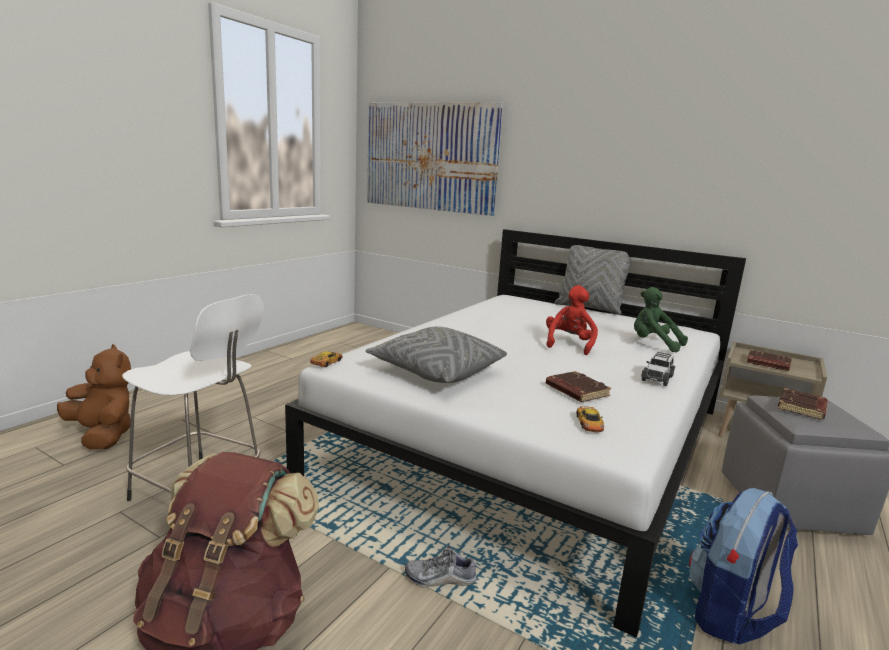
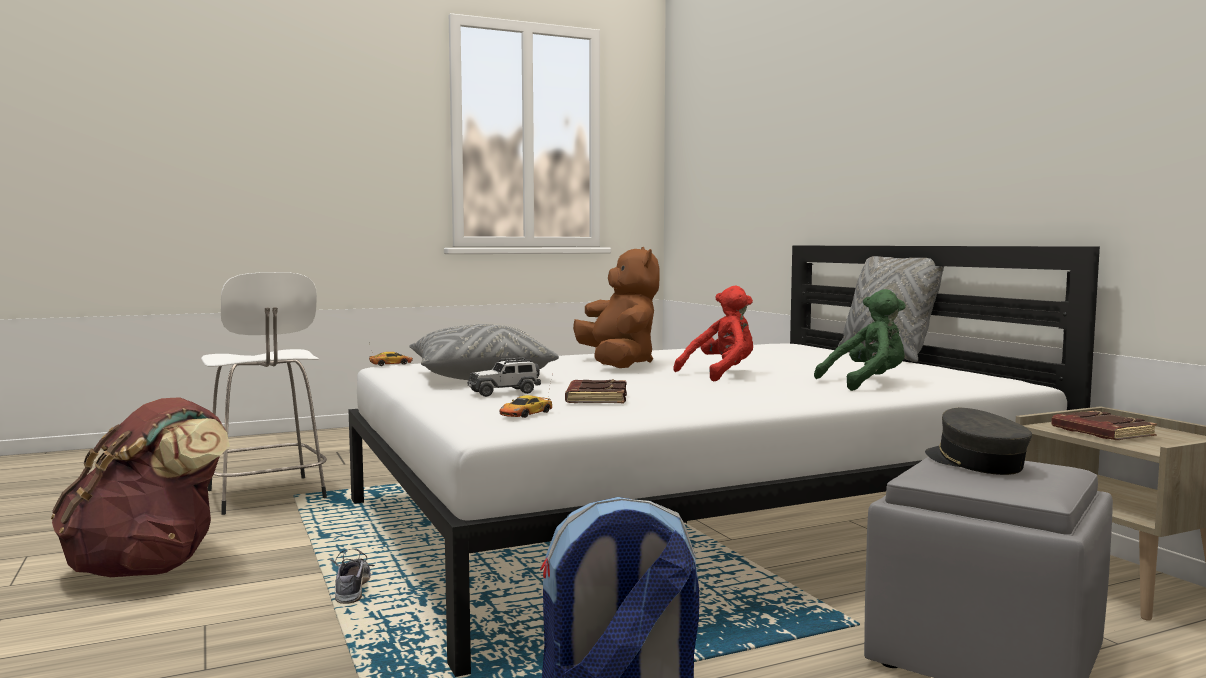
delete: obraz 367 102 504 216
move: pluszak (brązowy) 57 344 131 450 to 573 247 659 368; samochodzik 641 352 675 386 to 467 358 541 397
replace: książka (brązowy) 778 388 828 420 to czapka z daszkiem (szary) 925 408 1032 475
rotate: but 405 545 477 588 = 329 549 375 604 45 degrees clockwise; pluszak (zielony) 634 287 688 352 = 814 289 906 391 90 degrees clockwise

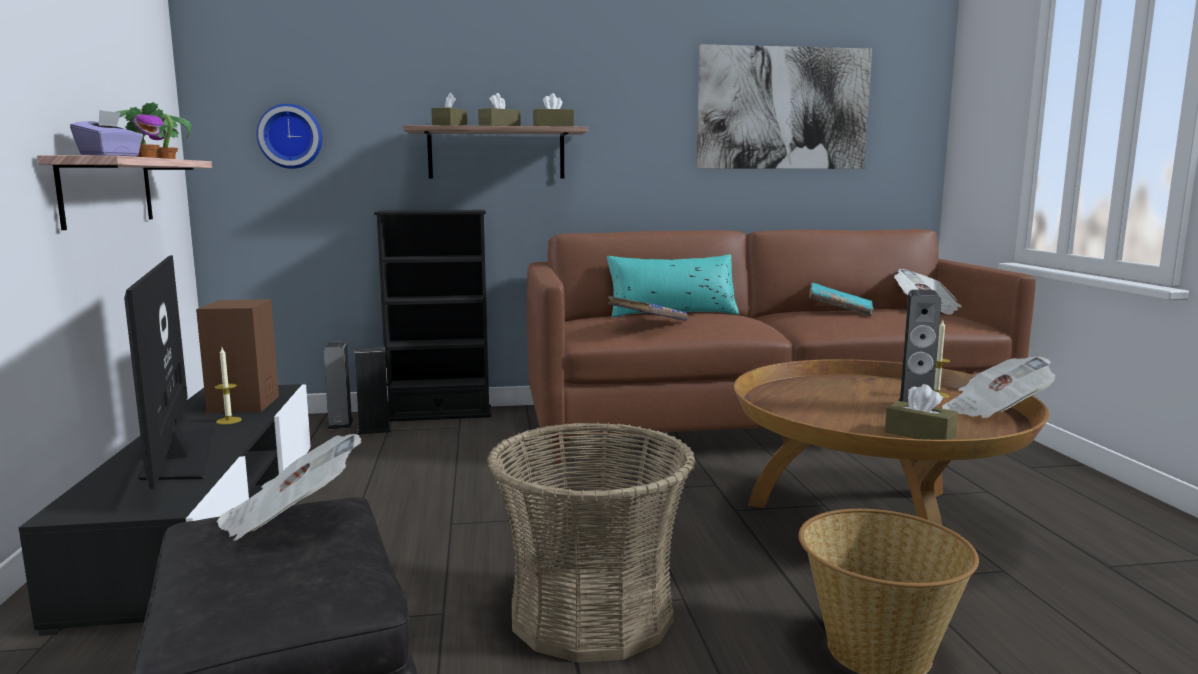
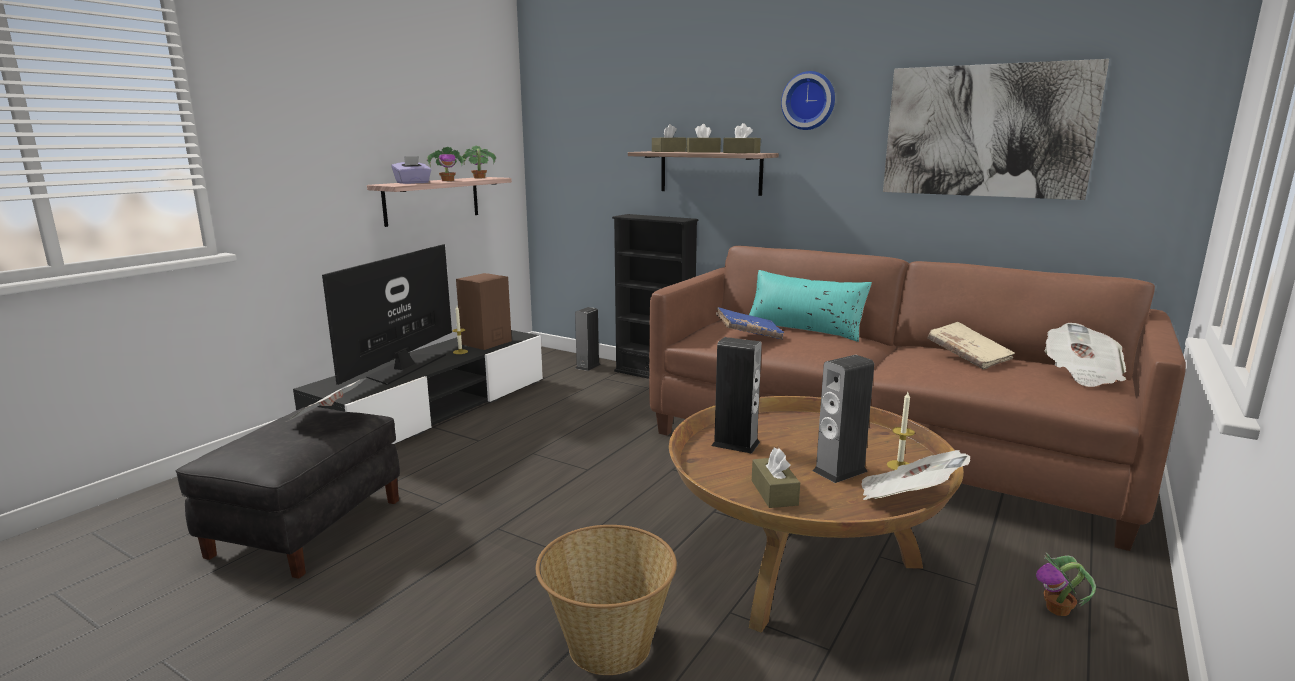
delete: koszyk 487 422 695 663
insert: roślina doniczkowa 1036 553 1096 616
move: zegar ścienny 257 104 322 169 to 781 71 835 130; głośnik 354 346 392 435 to 711 337 762 454
recolor: książka (turkusowy) 809 282 874 316 to książka (beżowy) 927 322 1015 370

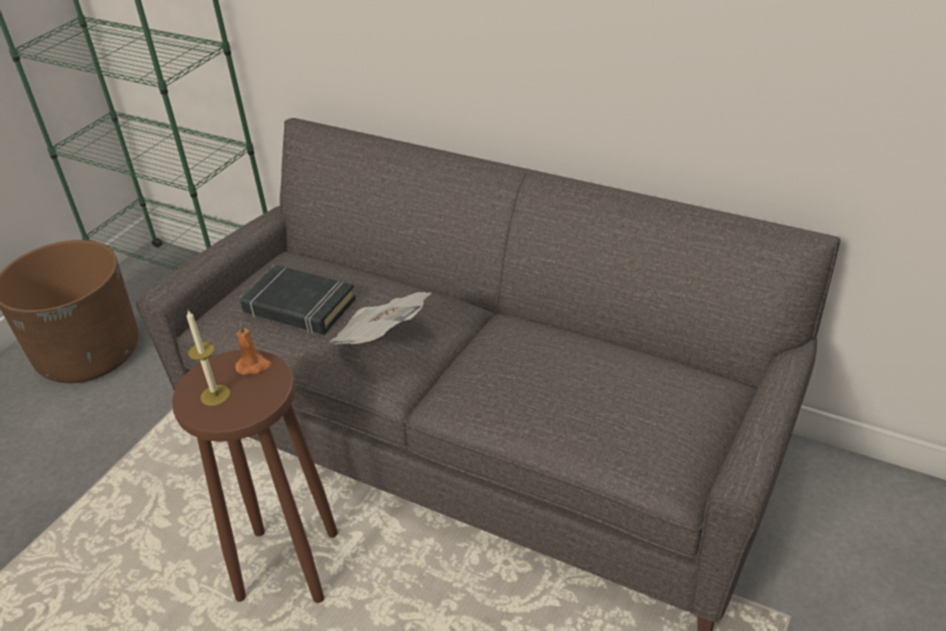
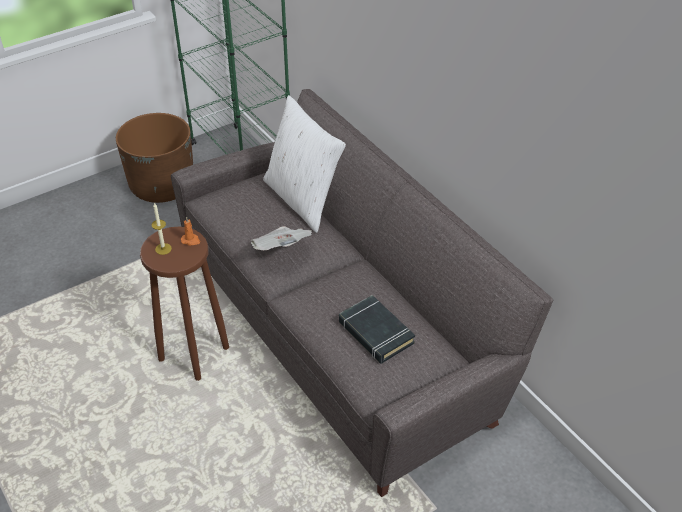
insert: poduszka (biały) 263 95 346 233
move: książka (czarny) 239 265 356 335 to 339 295 415 364

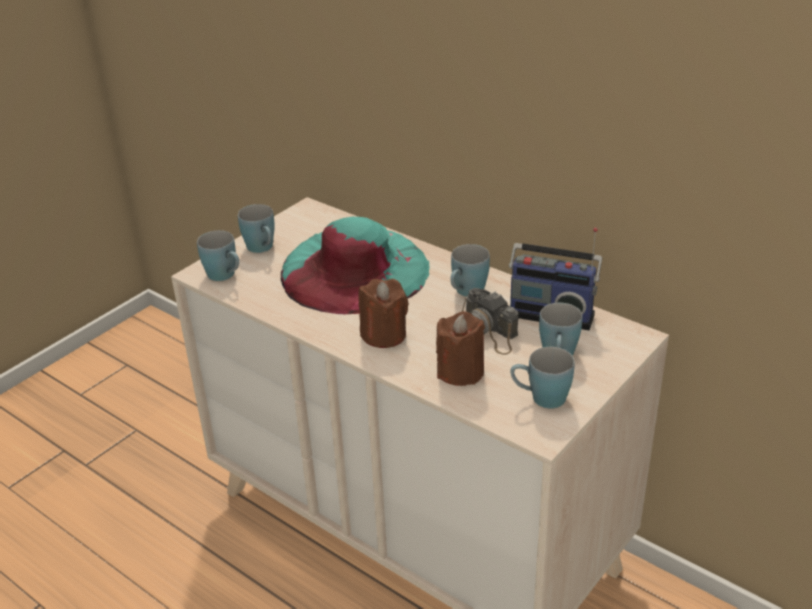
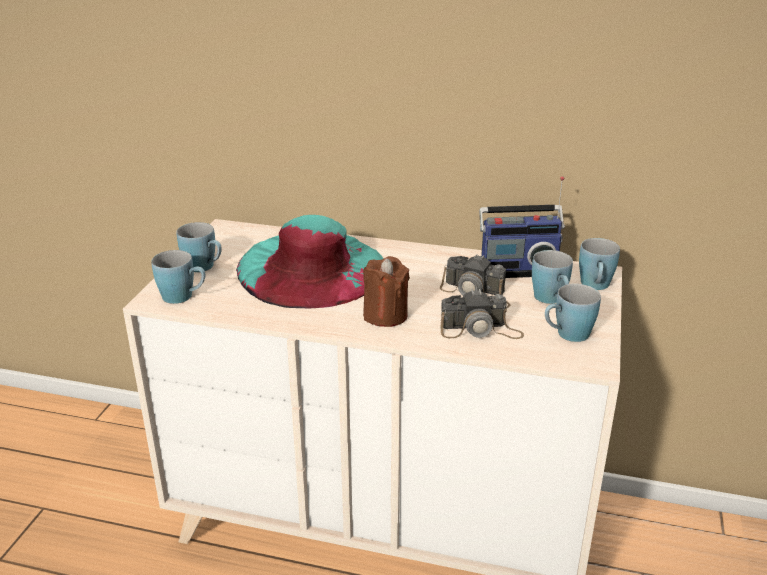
move: kubek (niebieski) 450 244 490 297 to 579 238 620 290
replace: świeca (brązowy) 436 311 485 386 to aparat fotograficzny 441 289 524 339

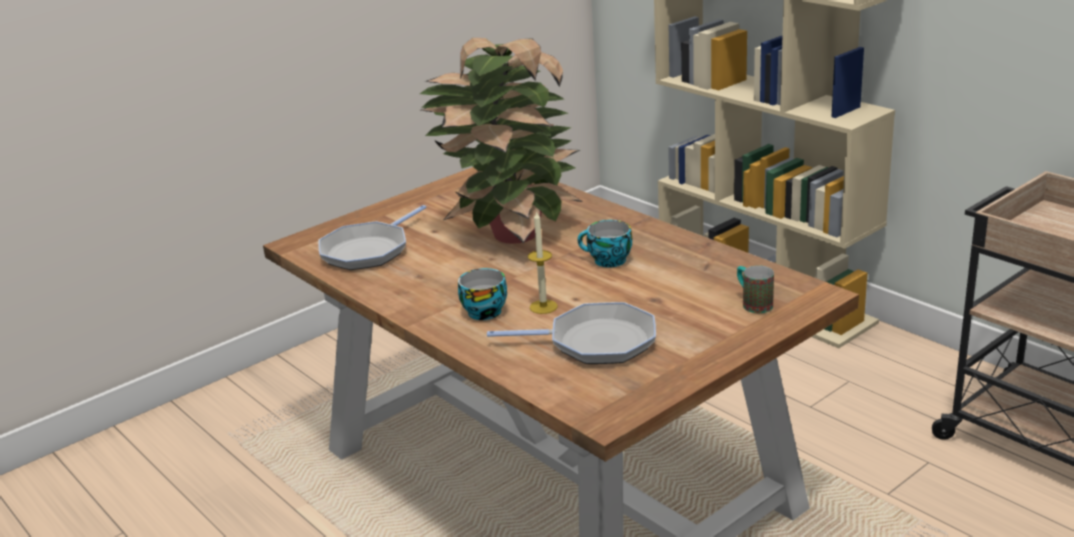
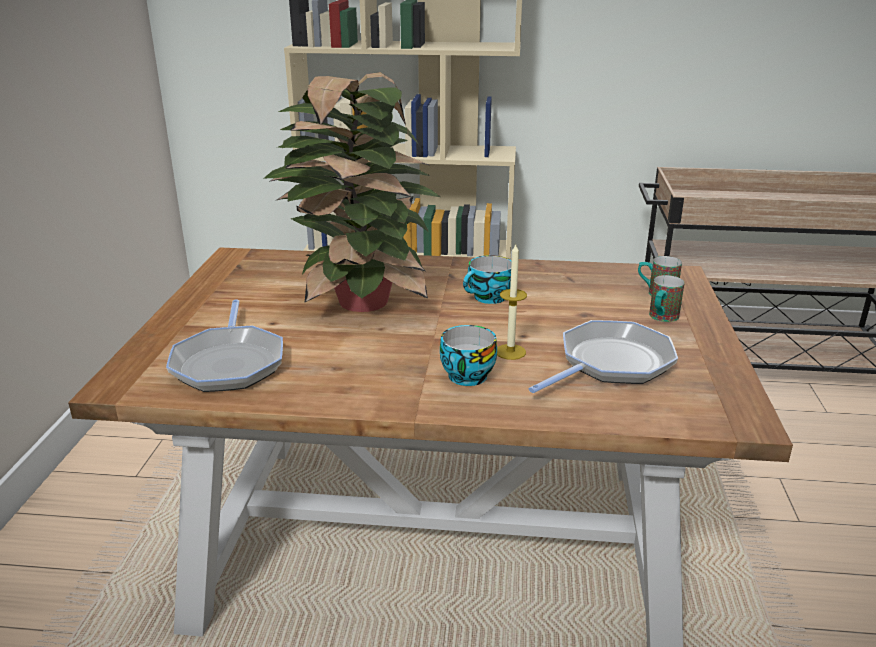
insert: kubek 649 275 684 322

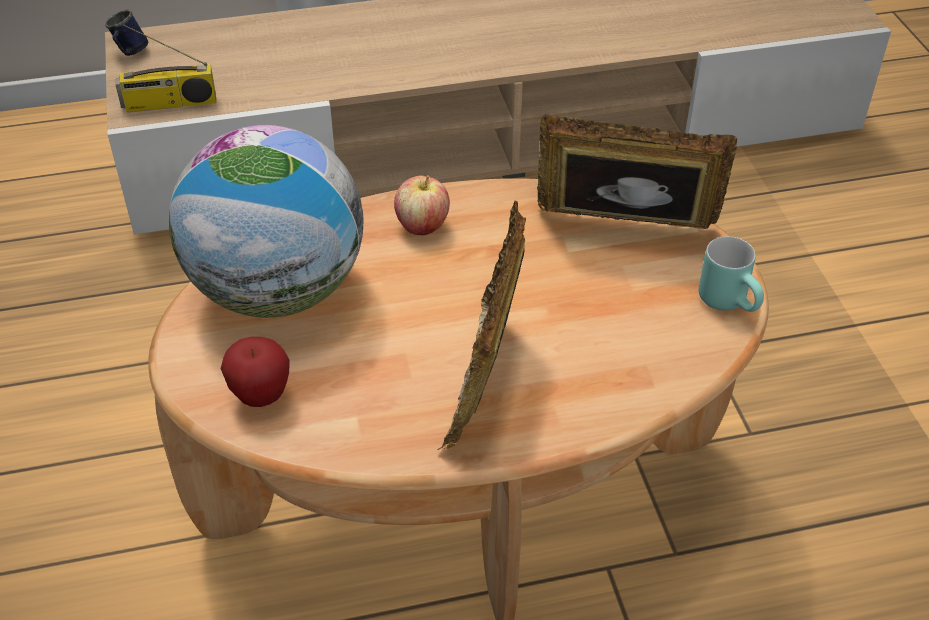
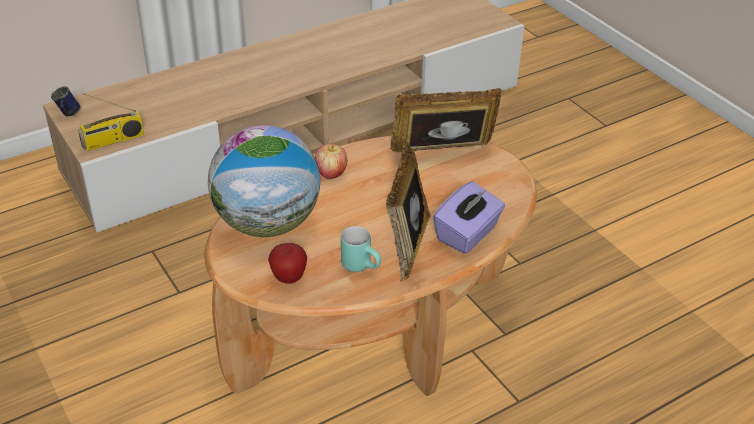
insert: pudełko chusteczek (fioletowy) 433 181 505 254
move: kubek (turkusowy) 699 236 764 312 to 341 226 381 272

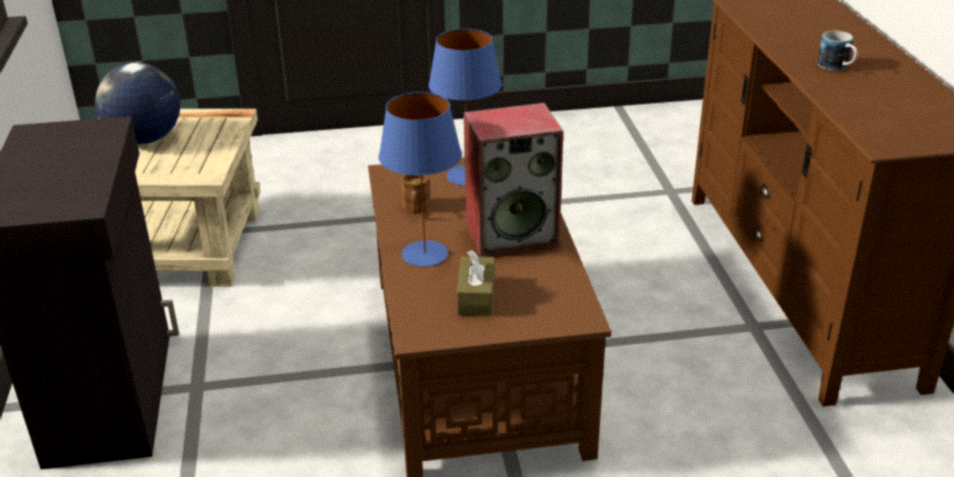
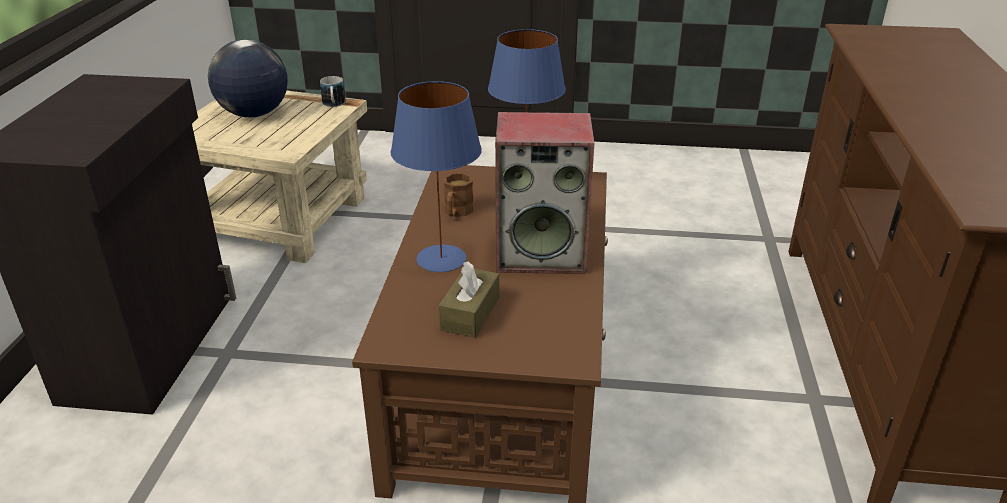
move: kubek 818 31 858 71 to 320 76 346 107

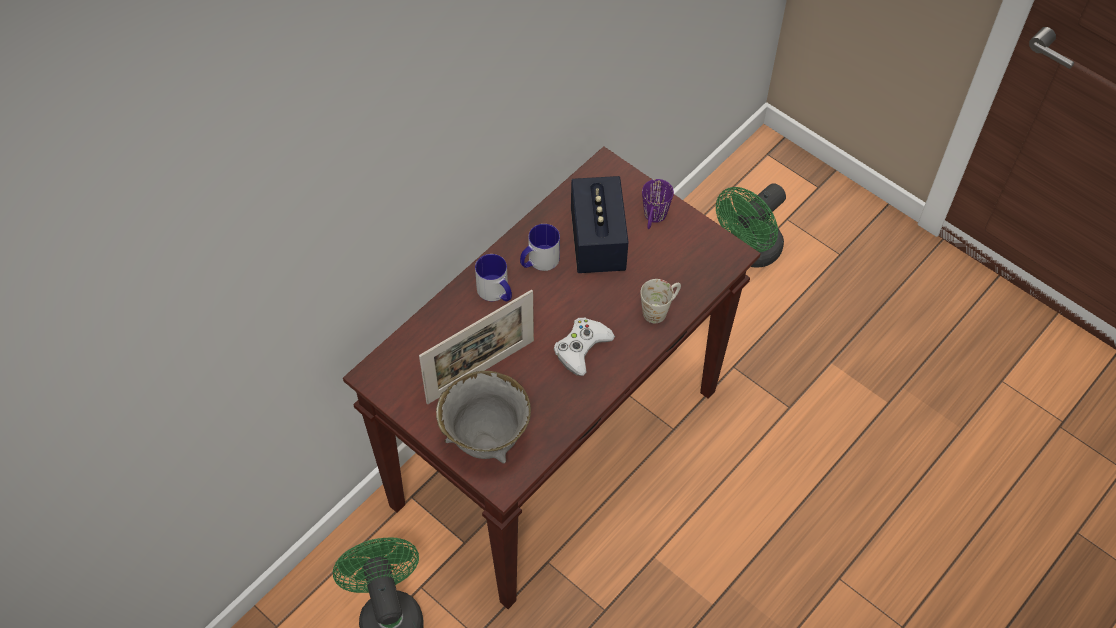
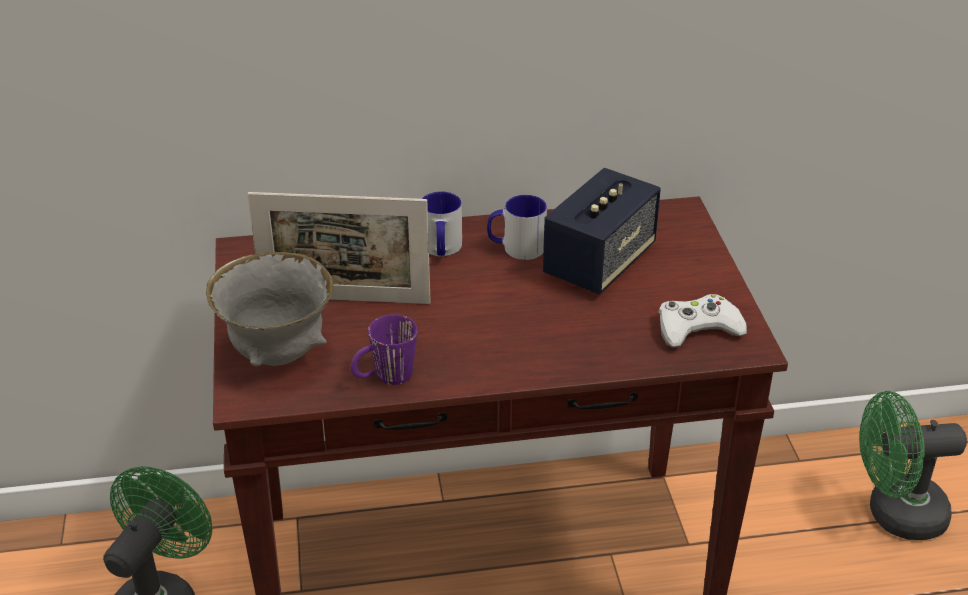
delete: kubek (biały) 640 279 681 323
move: pad do gier (biały) 554 318 615 376 to 658 294 747 347; kubek (fioletowy) 642 179 674 229 to 351 314 417 385

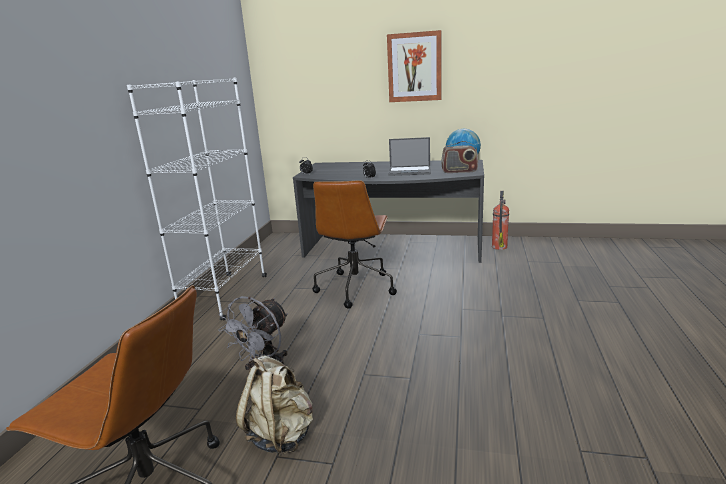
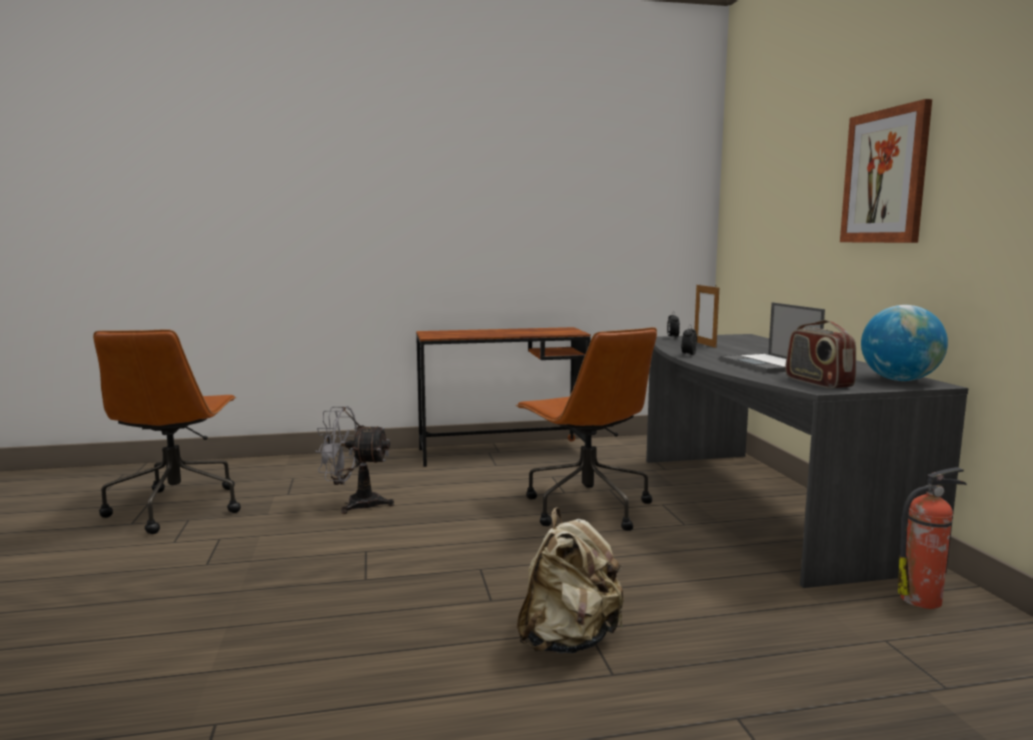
insert: ramka na zdjęcie 694 285 719 348
move: plecak (beżowy) 236 356 313 456 to 517 507 624 654
replace: regał (biały) 127 77 267 320 to biurko (brązowy) 416 327 591 467
rotate: krzesło biurowe (brązowy) 312 180 397 309 = 516 327 657 531 105 degrees counterclockwise

